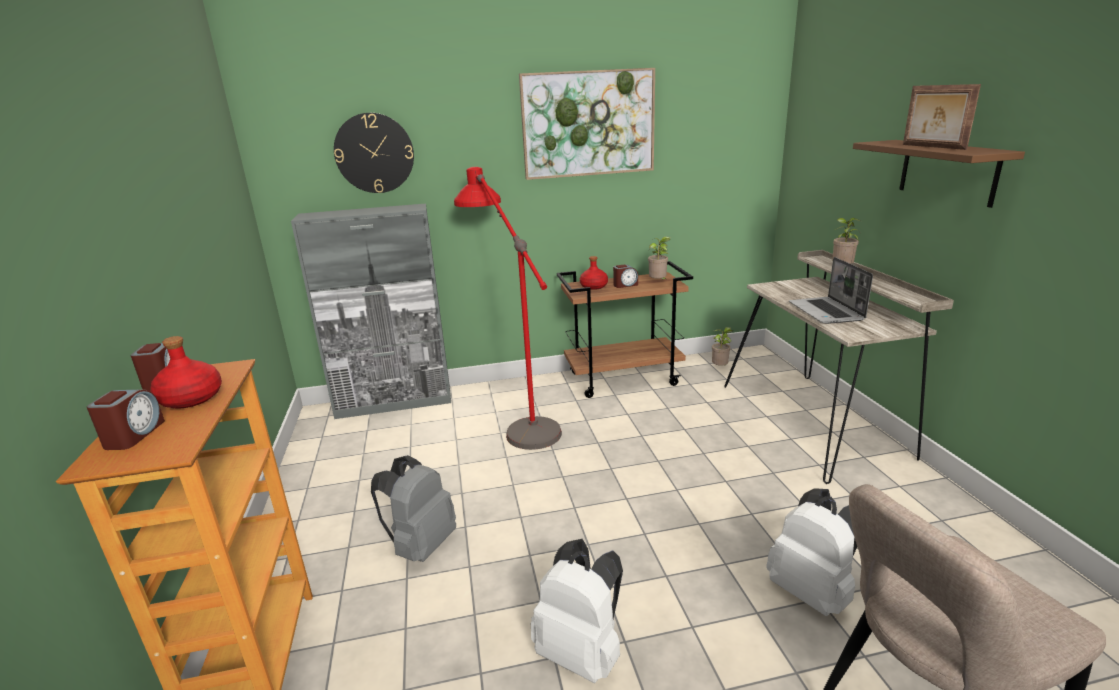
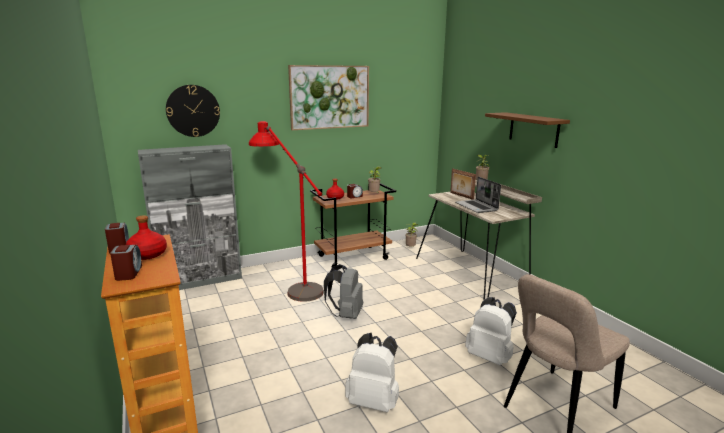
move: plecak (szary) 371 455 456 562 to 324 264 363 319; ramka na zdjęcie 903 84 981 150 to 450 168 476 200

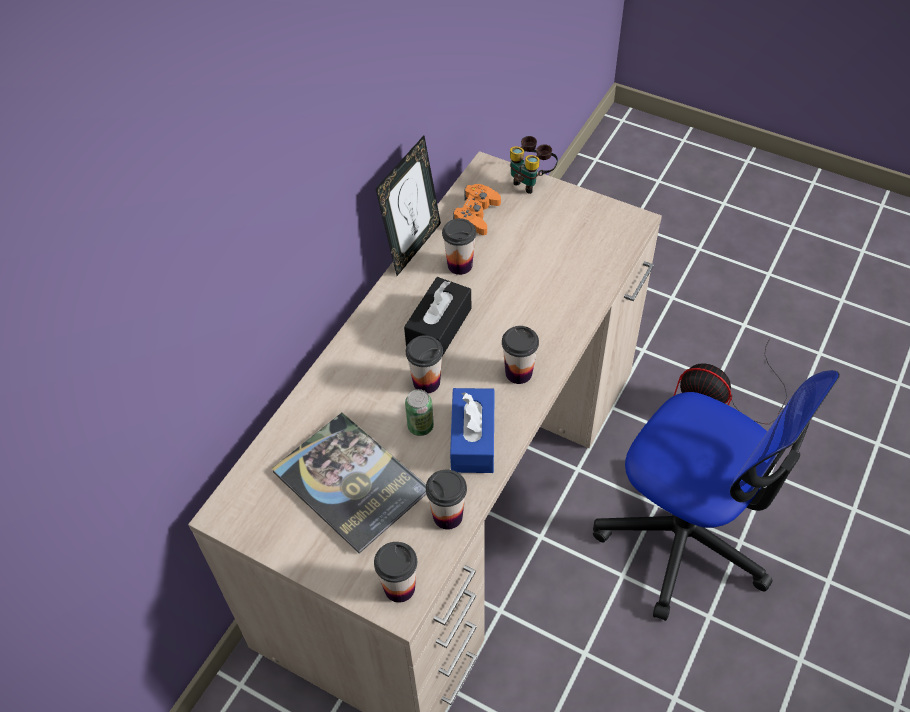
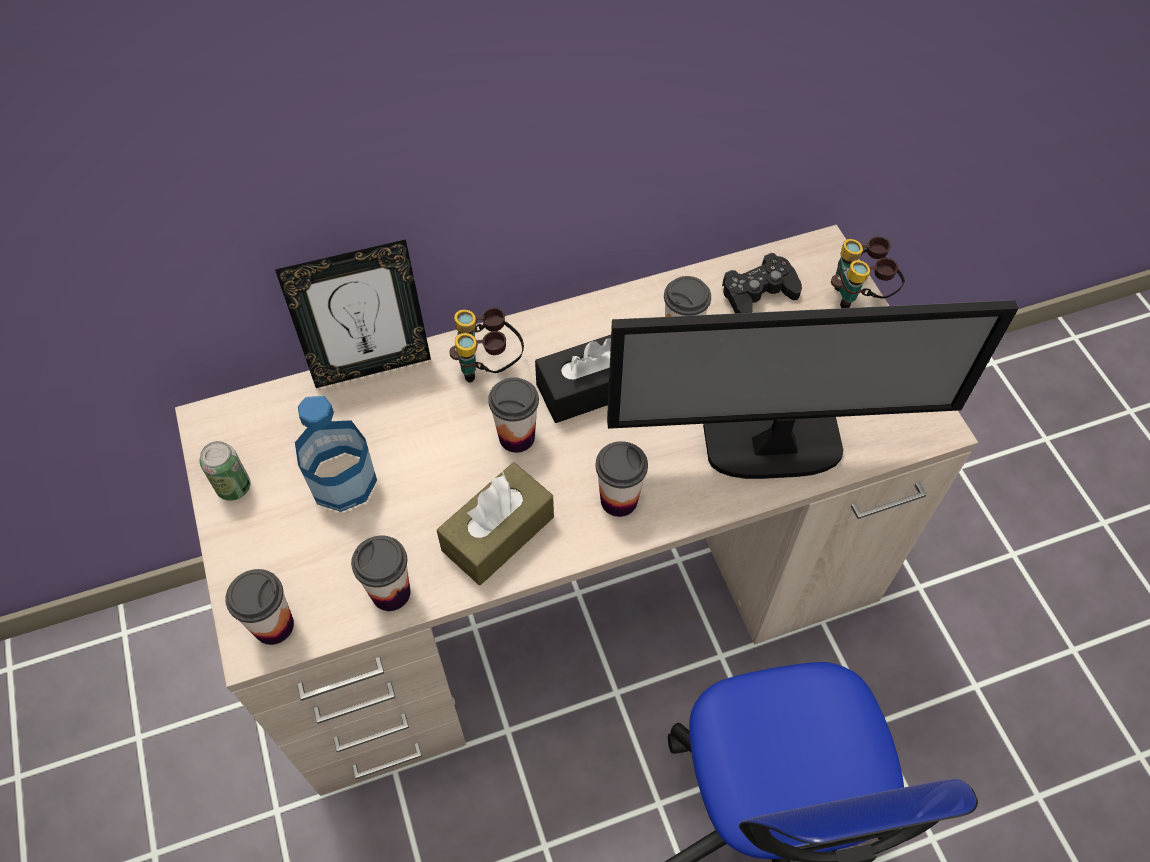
delete: wentylator 674 339 787 424
insert: lornetka 449 308 524 382; monitor 607 300 1019 479
move: ramka na zdjęcie 376 136 441 276 to 275 239 431 388; puszka 405 389 434 436 to 200 441 251 501
replace: książka 272 413 426 553 to butelka 295 396 377 512
recolor: pudełko chusteczek (niebieski) 450 388 495 473 to pudełko chusteczek (brązowy) 437 462 554 585; pad do gier (pomarańczowy) 453 184 501 235 to pad do gier (czarny) 722 253 802 313

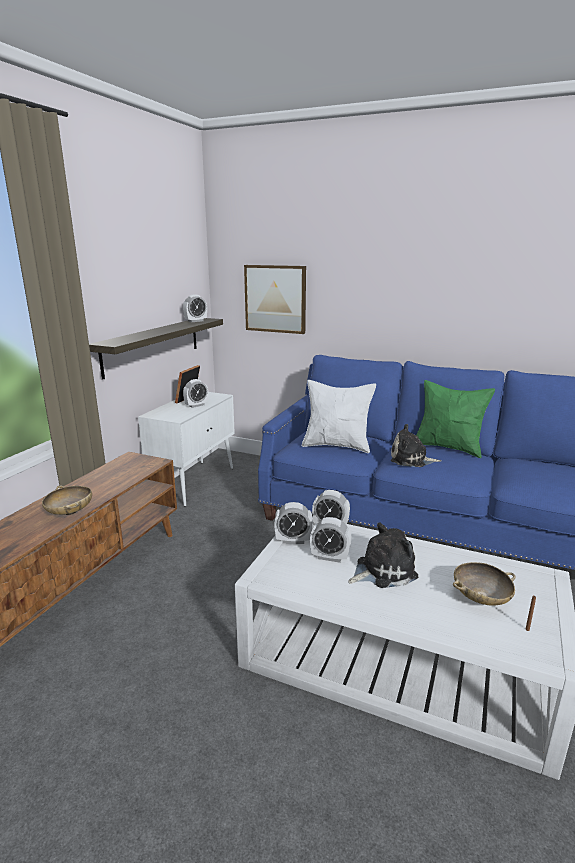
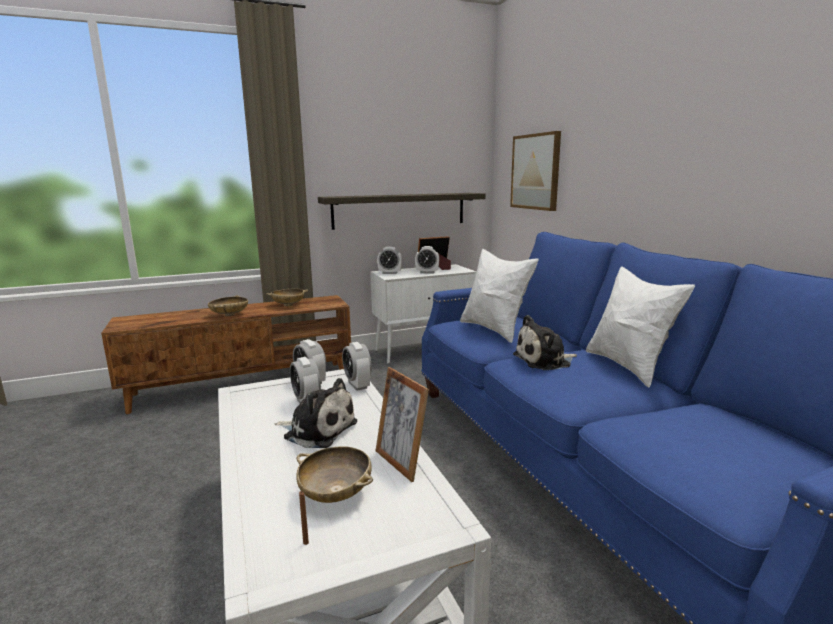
insert: miska (beżowy) 266 289 308 306; ramka na zdjęcie 376 367 429 482
move: budzik 183 295 207 322 to 377 247 402 274
recolor: poduszka (zielony) 416 380 495 458 to poduszka (biały) 586 266 695 387
rotate: pluszak 391 424 442 467 = 513 315 577 370 75 degrees counterclockwise

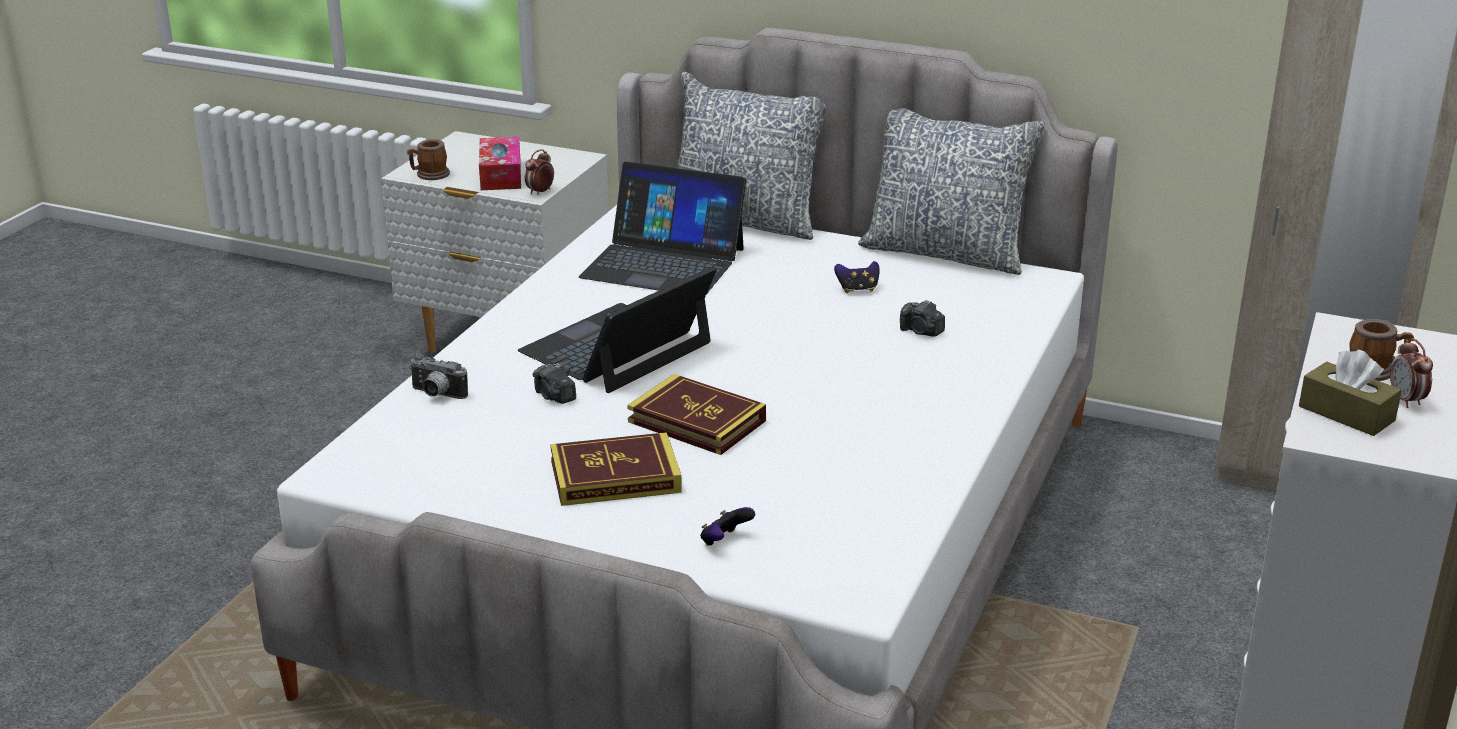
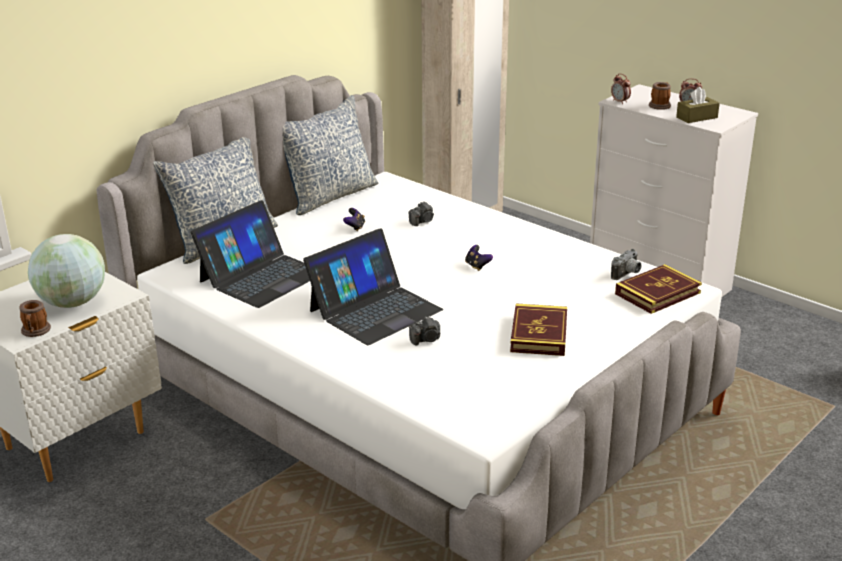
move: aparat fotograficzny 409 353 468 399 to 611 249 641 280; budzik 525 149 554 195 to 611 74 631 104; książka 627 374 766 455 to 615 264 702 314; pad do gier 700 507 755 546 to 465 245 493 271
replace: pudełko chusteczek 479 137 521 190 to globus 28 234 105 308
rotate: laptop 518 266 717 393 = 303 228 443 345 105 degrees counterclockwise

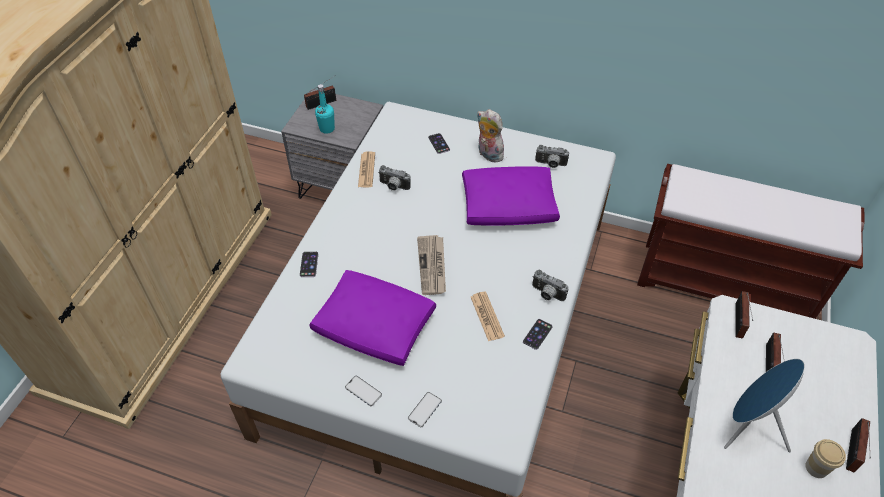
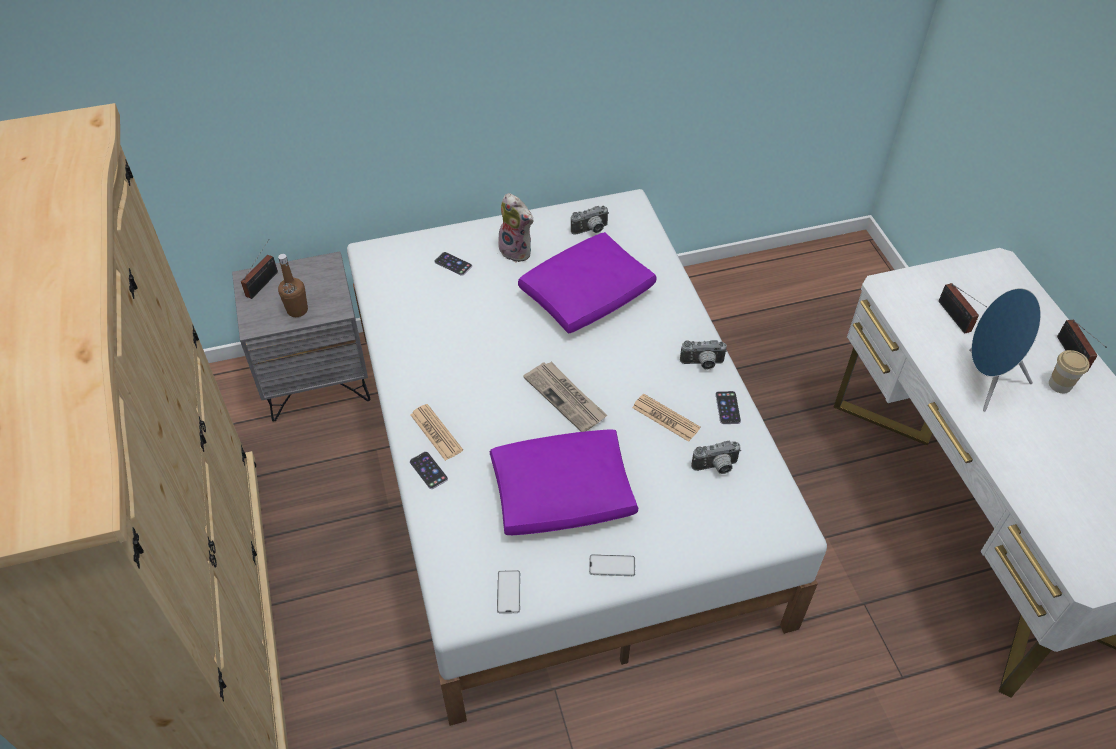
delete: ławka (brązowy) 637 164 865 319; radio 735 291 753 339
move: gazeta 358 151 375 187 to 410 404 463 461; aparat fotograficzny 378 165 411 191 to 691 441 741 474; telefon 408 392 442 427 to 497 570 520 614
recolor: butelka (turkusowy) 315 84 335 134 to butelka (brązowy) 278 254 308 317
rotate: pluszak 477 109 505 163 = 498 193 534 263 150 degrees counterclockwise

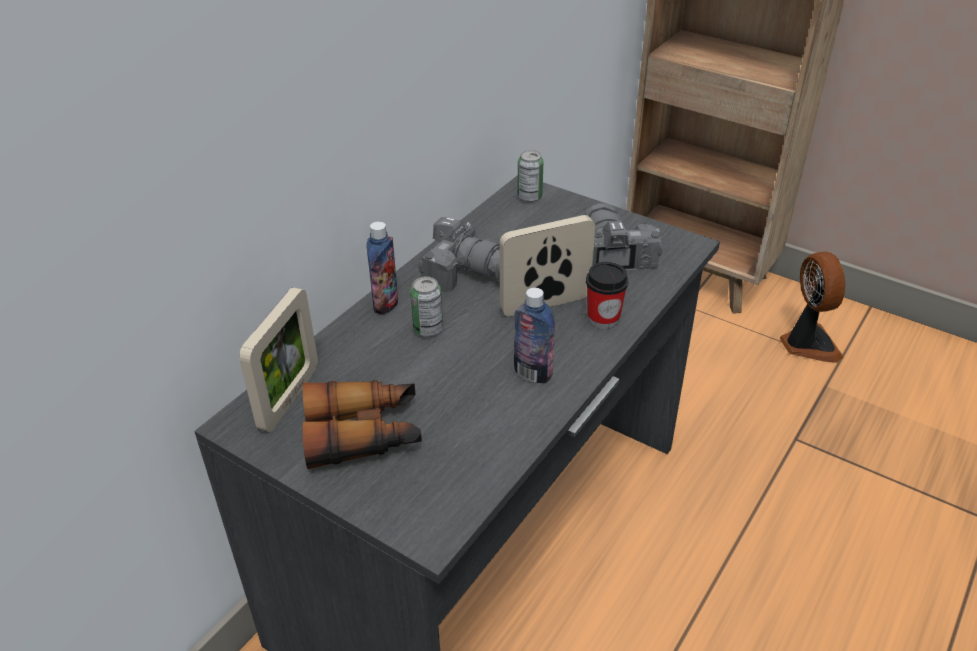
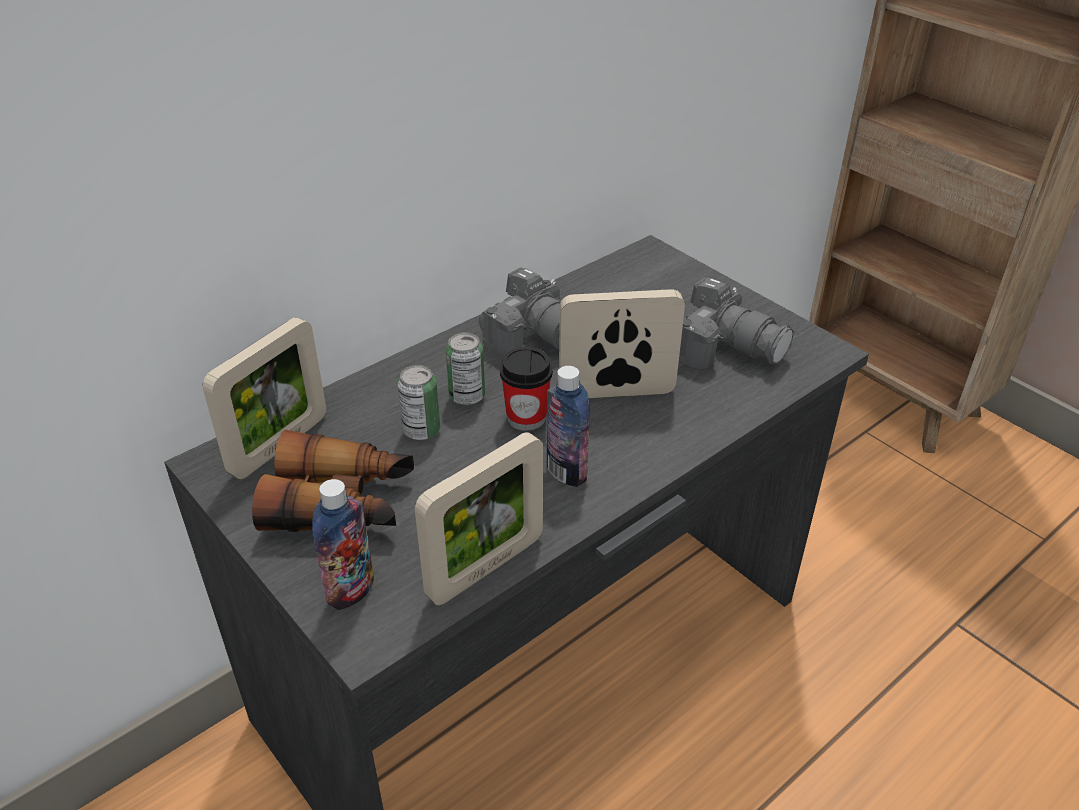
delete: wentylator 780 252 845 362
insert: ramka na zdjęcie 415 432 543 605
move: butelka 366 222 398 315 to 312 479 374 610; puszka 517 150 543 202 to 397 365 440 440; filiżanka 586 262 628 329 to 500 347 553 431
rotate: aparat fotograficzny 585 203 663 270 = 679 277 794 369 120 degrees clockwise

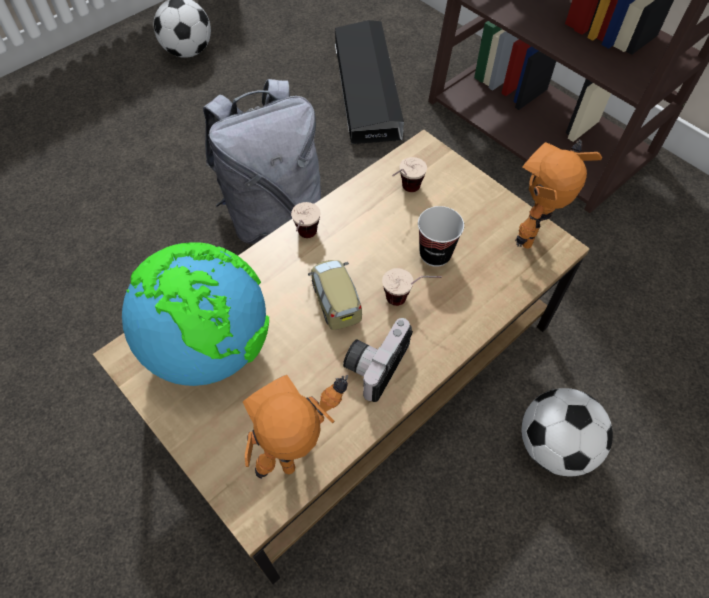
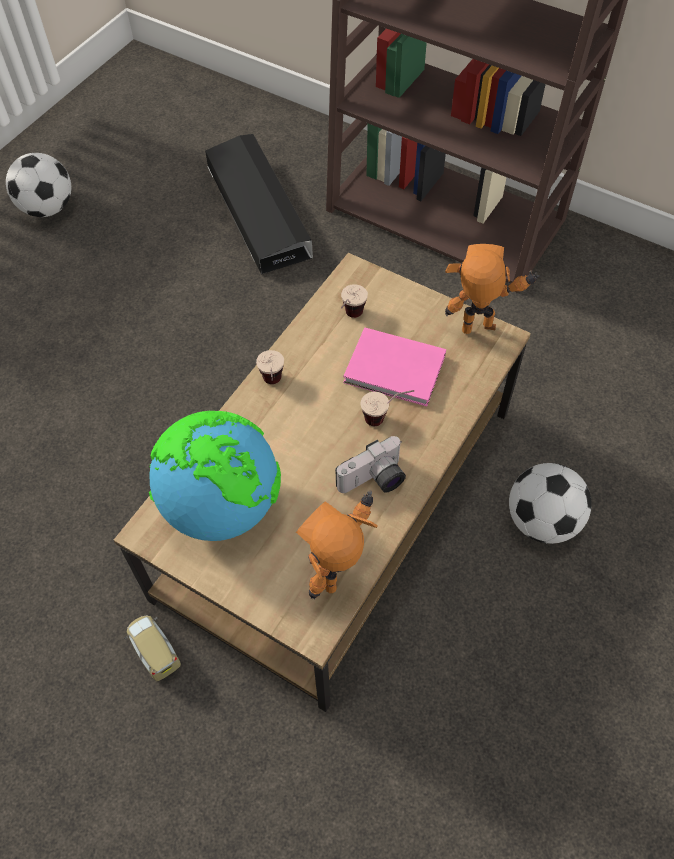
delete: plecak (szary) 203 79 321 244
move: samochodzik 308 260 362 330 to 124 616 181 681
replace: filiżanka 418 206 464 267 to książka (różowy) 343 327 446 406
rotate: aparat fotograficzny 343 318 413 402 = 335 436 406 493 135 degrees counterclockwise; robot zabawkowy 515 140 603 248 = 445 244 540 334 75 degrees clockwise

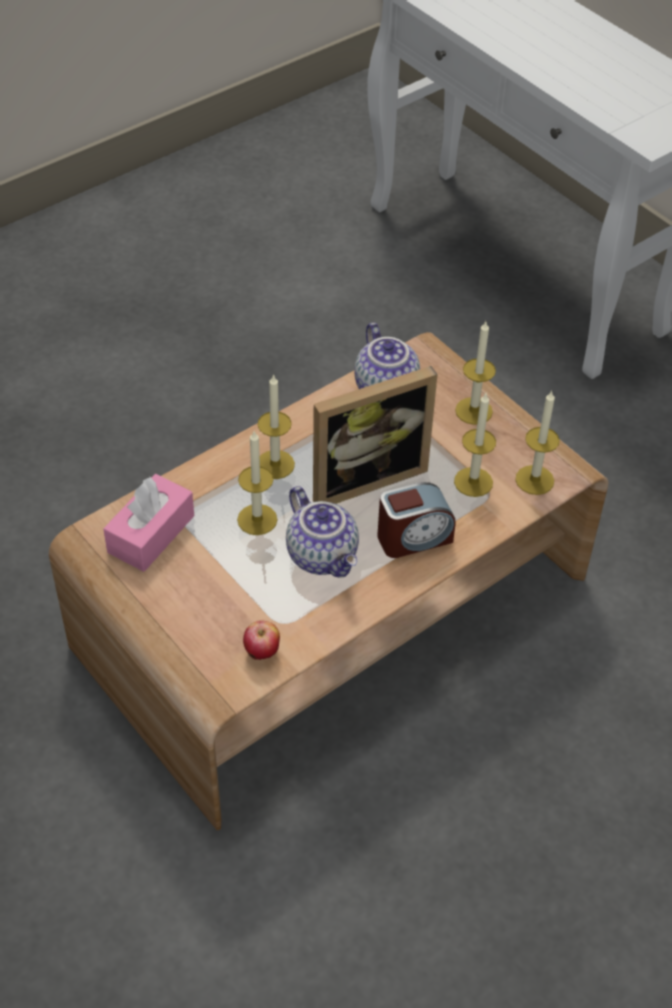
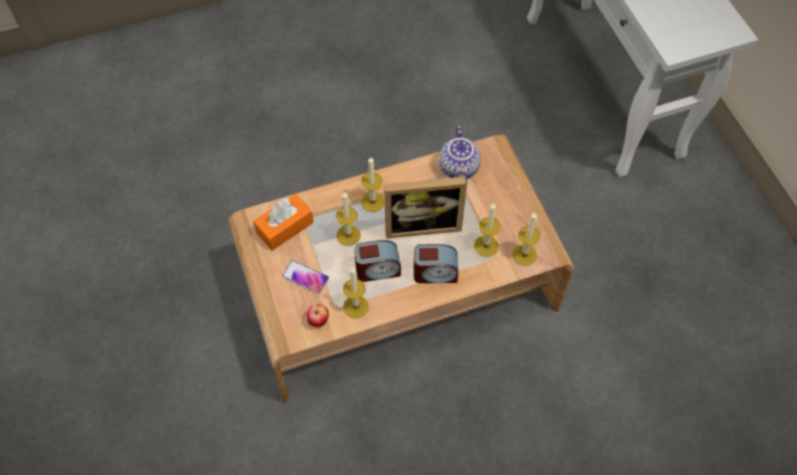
insert: telefon 282 261 329 293
move: świeca 455 322 496 425 to 343 267 369 318
replace: imbryk 286 486 359 578 to budzik 354 240 401 282
recolor: pudełko chusteczek (różowy) 103 474 194 572 to pudełko chusteczek (pomarańczowy) 253 193 314 251

